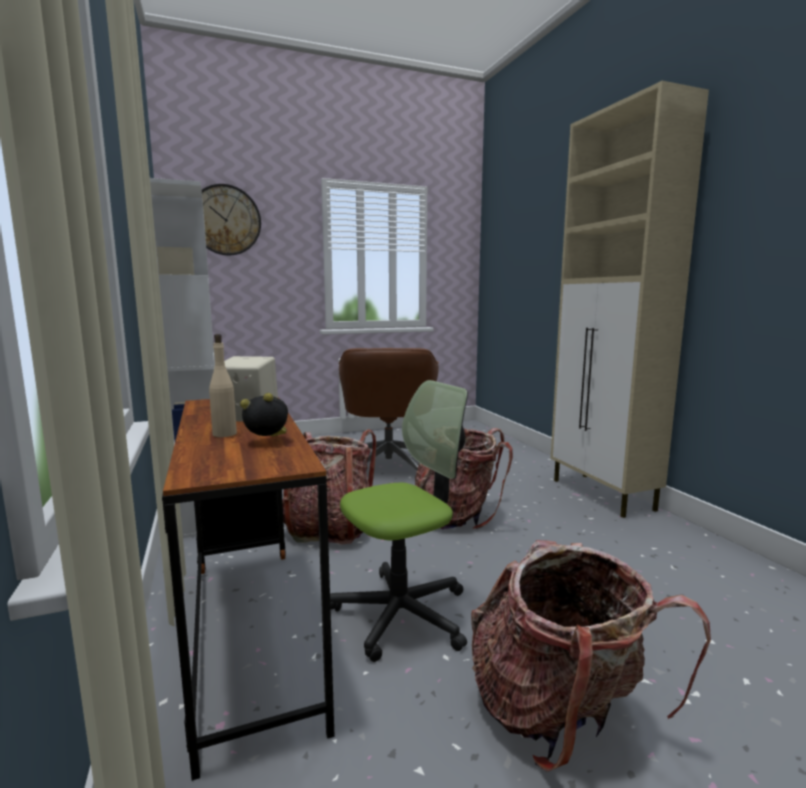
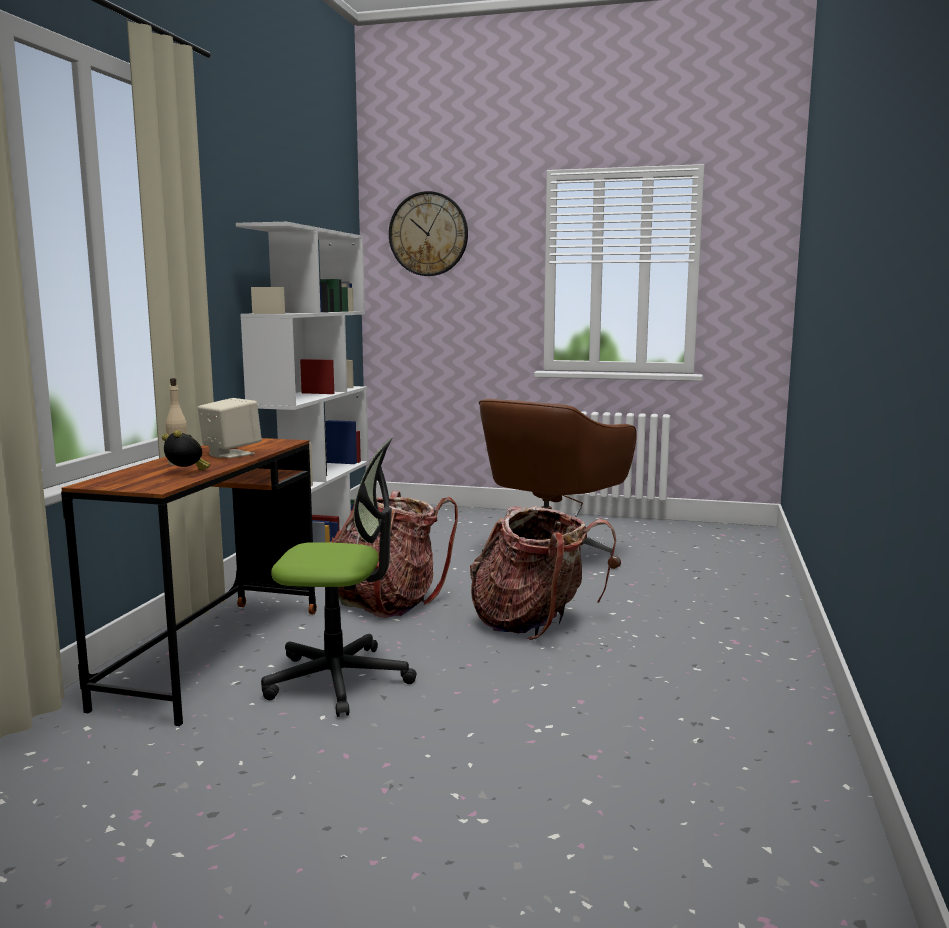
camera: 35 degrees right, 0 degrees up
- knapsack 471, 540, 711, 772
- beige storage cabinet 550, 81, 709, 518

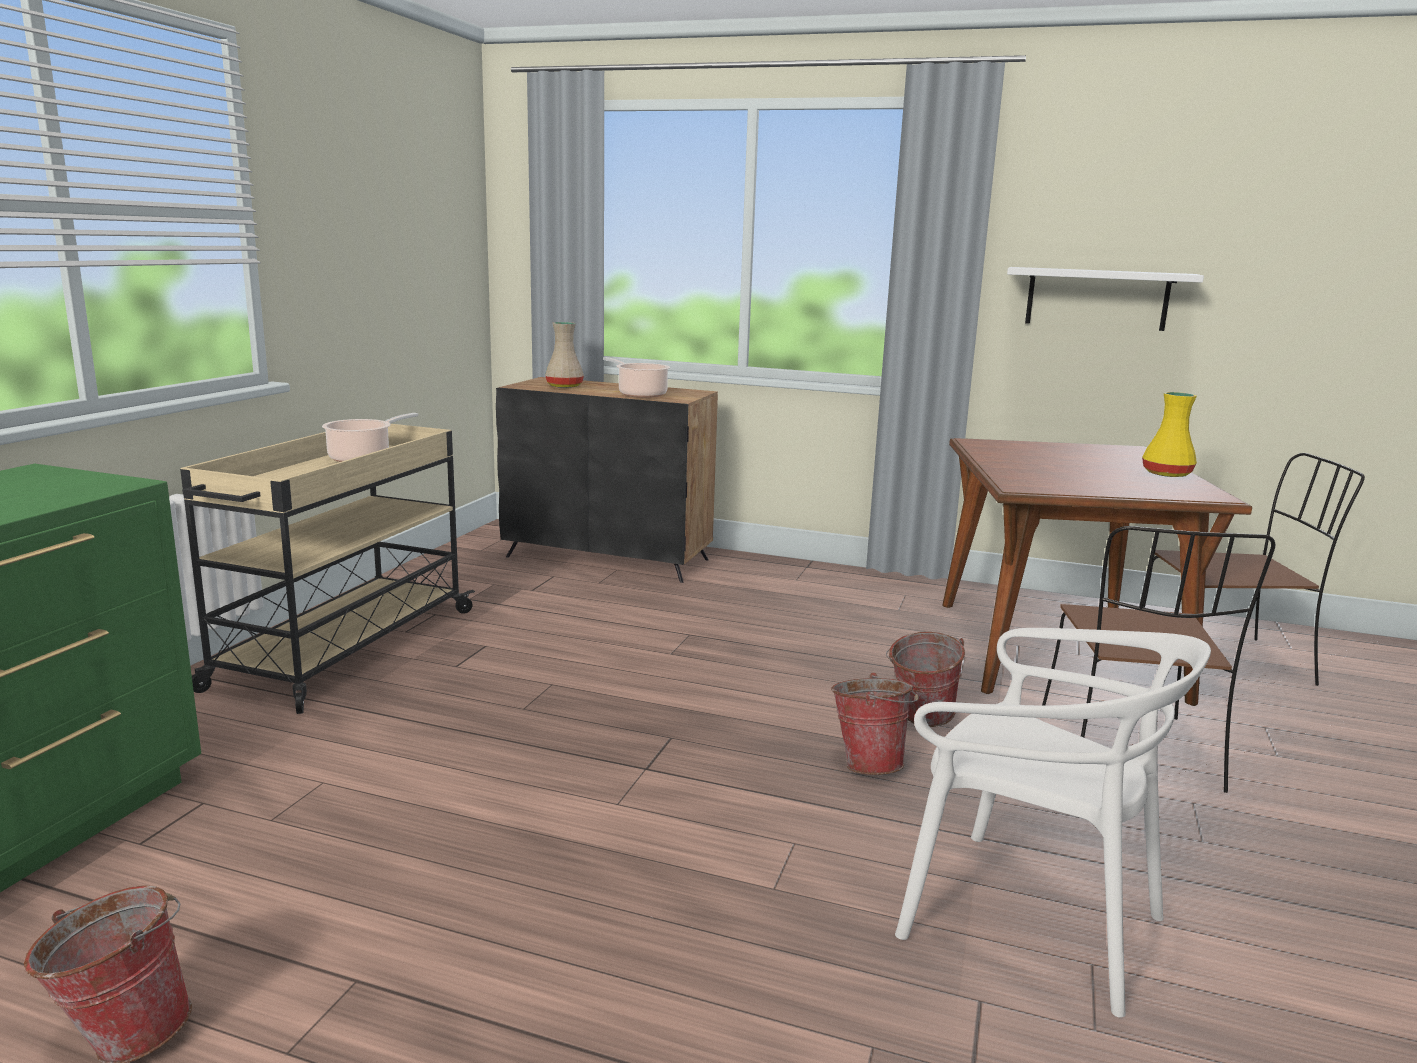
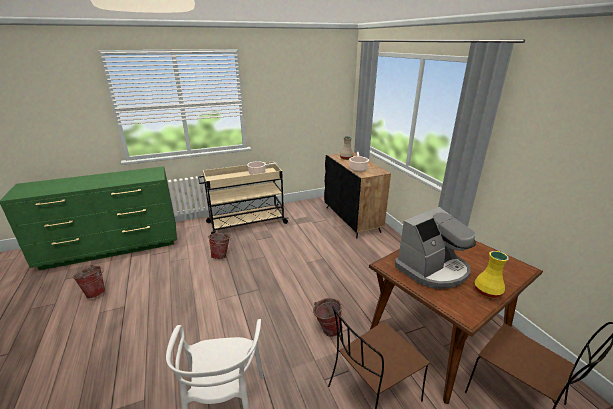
camera: 50 degrees right, 10 degrees up
- white-coloured wall shelf 1007, 267, 1204, 331
+ coffee maker 395, 207, 476, 289
~ bucket 831, 673, 919, 775 to 208, 233, 231, 259

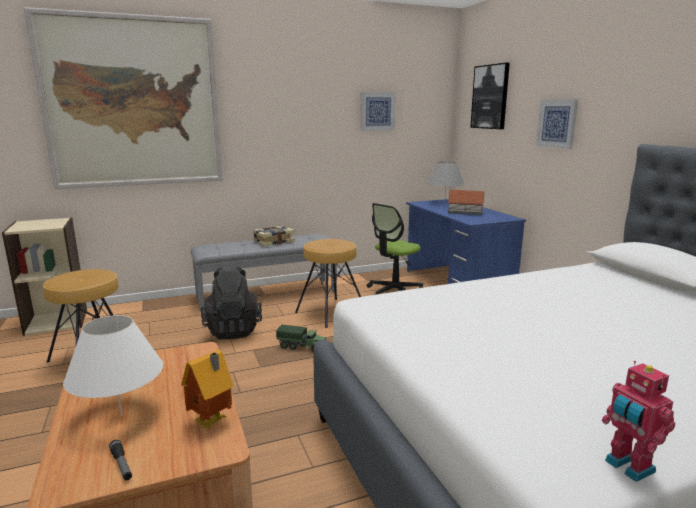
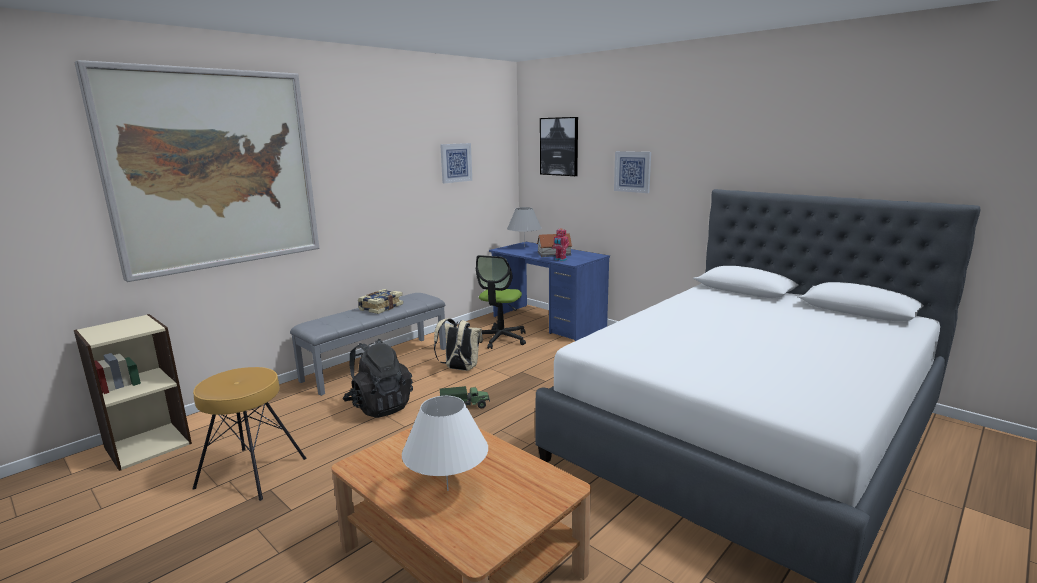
camera: 25 degrees left, 0 degrees up
- torch 109, 440, 132, 480
- miniature house 181, 350, 234, 430
~ toy robot 602, 361, 675, 482 to 552, 228, 569, 262
~ brownish stool 295, 239, 361, 328 to beige knapsack 434, 318, 483, 371

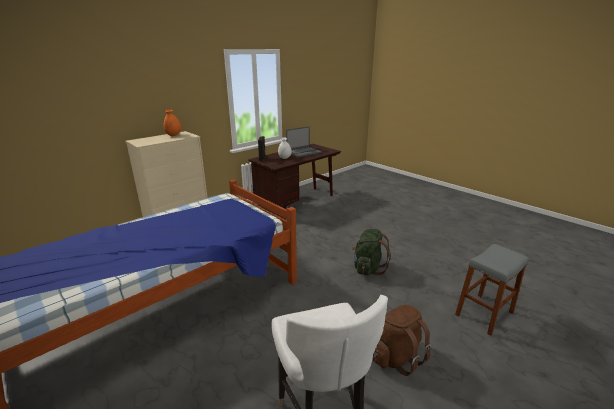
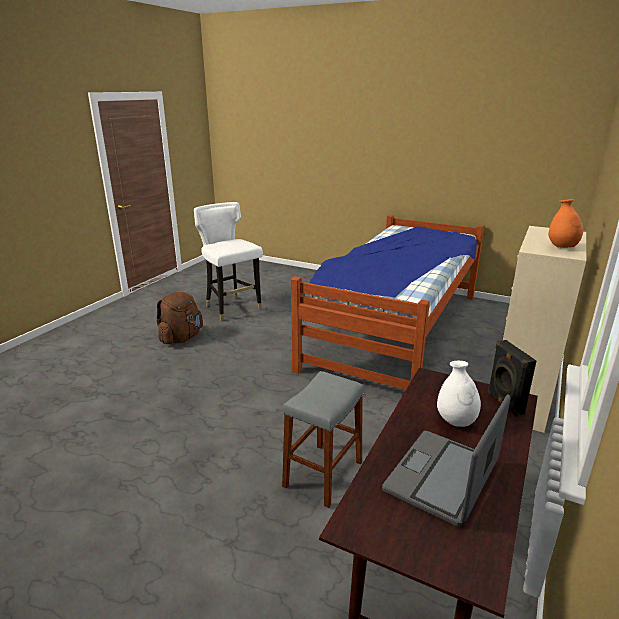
camera: 160 degrees right, 0 degrees up
- green-coloured knapsack 352, 229, 391, 276
~ gray stool 455, 244, 528, 336 to 282, 371, 364, 508

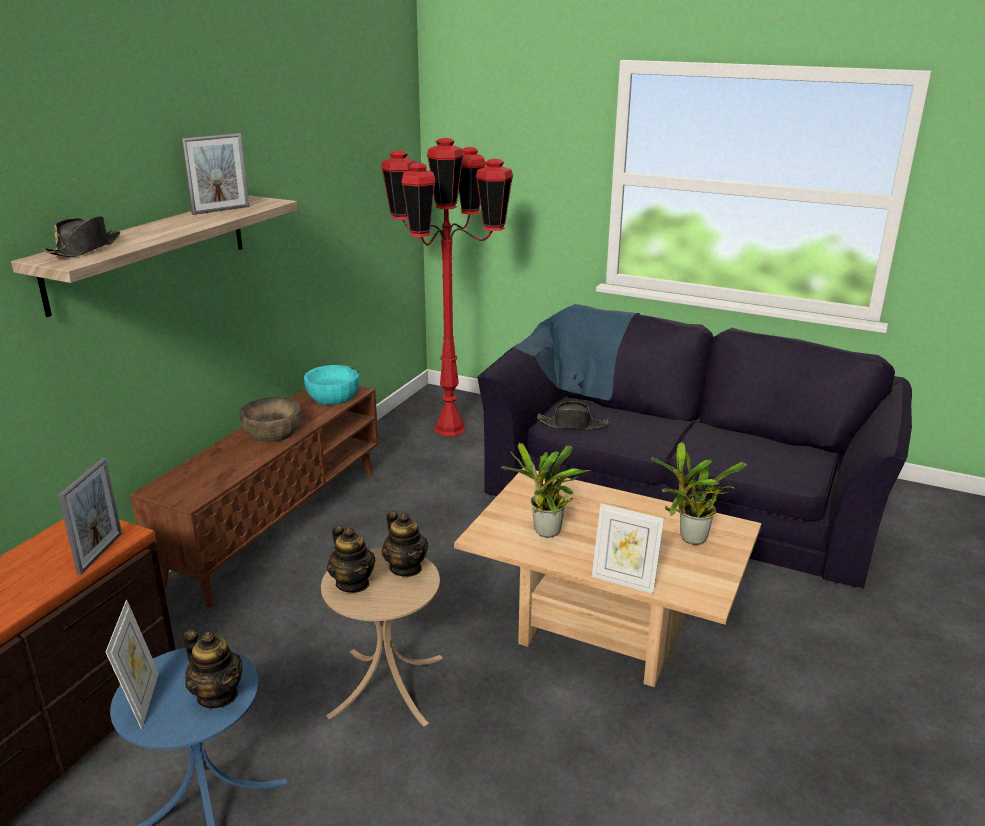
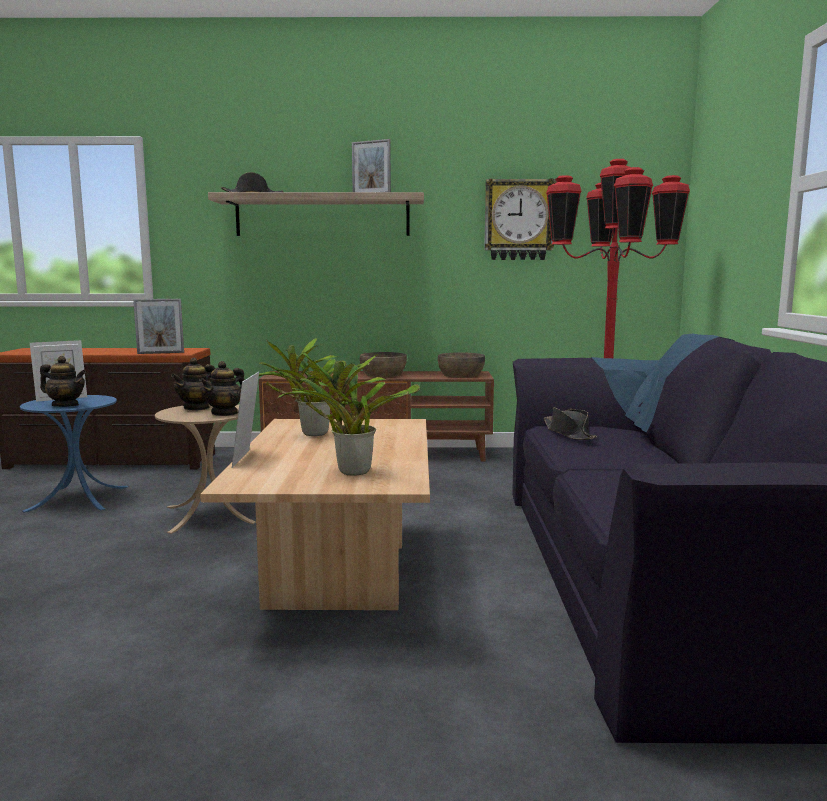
camera: 65 degrees right, 15 degrees down
+ clock on the wall 484, 178, 556, 260
~ turquoise-coloured deep dish 304, 365, 360, 405 to brownish deep dish 438, 352, 485, 378
~ tea pot 183, 630, 243, 708 = 40, 356, 86, 407 90 degrees counterclockwise

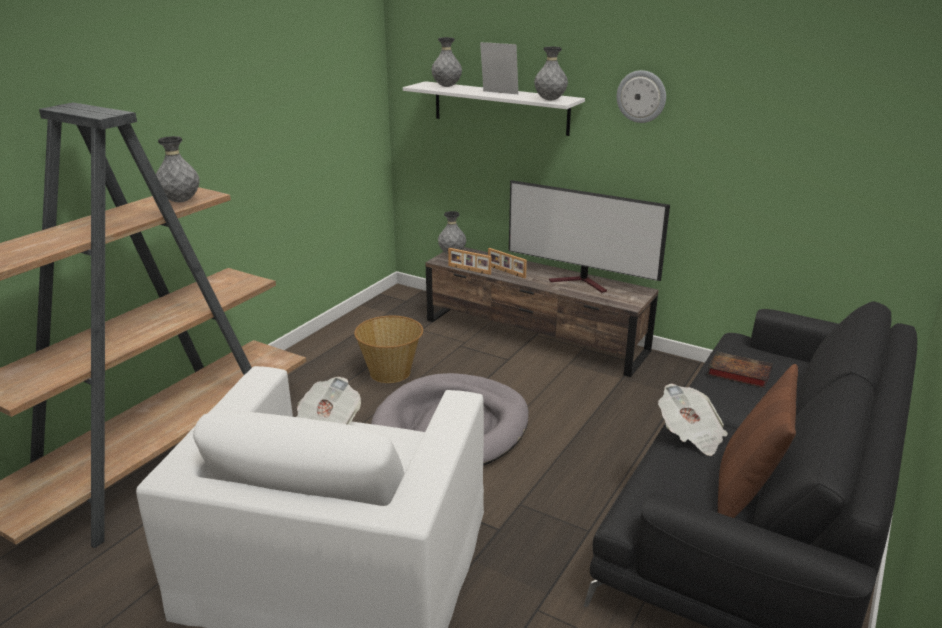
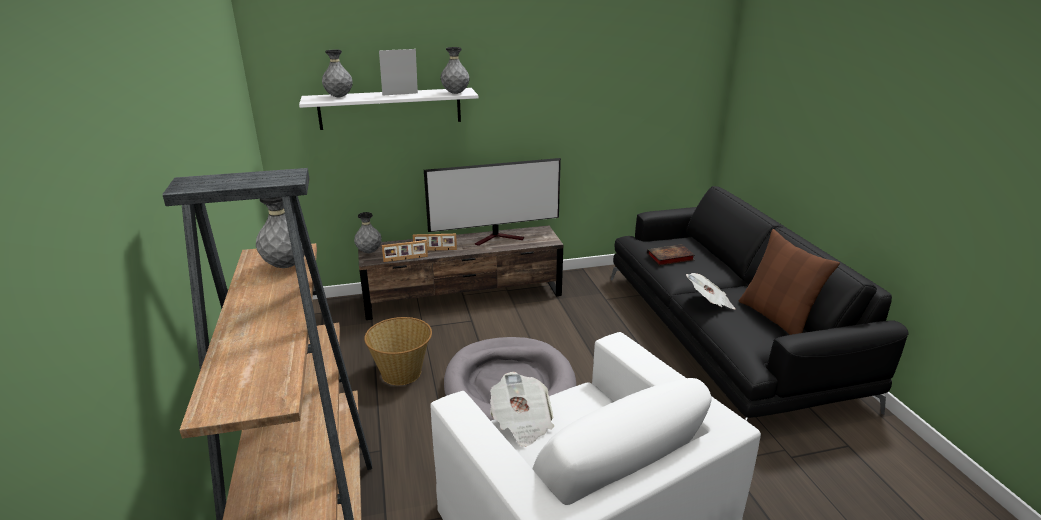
camera: 45 degrees left, 0 degrees up
- clock on the wall 617, 70, 666, 123

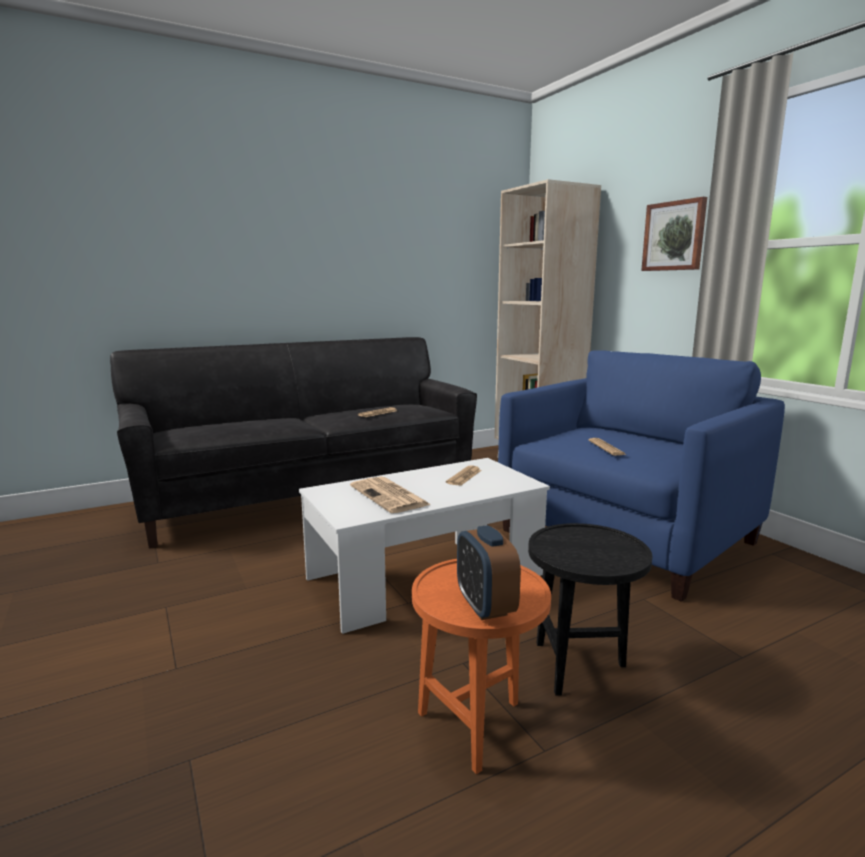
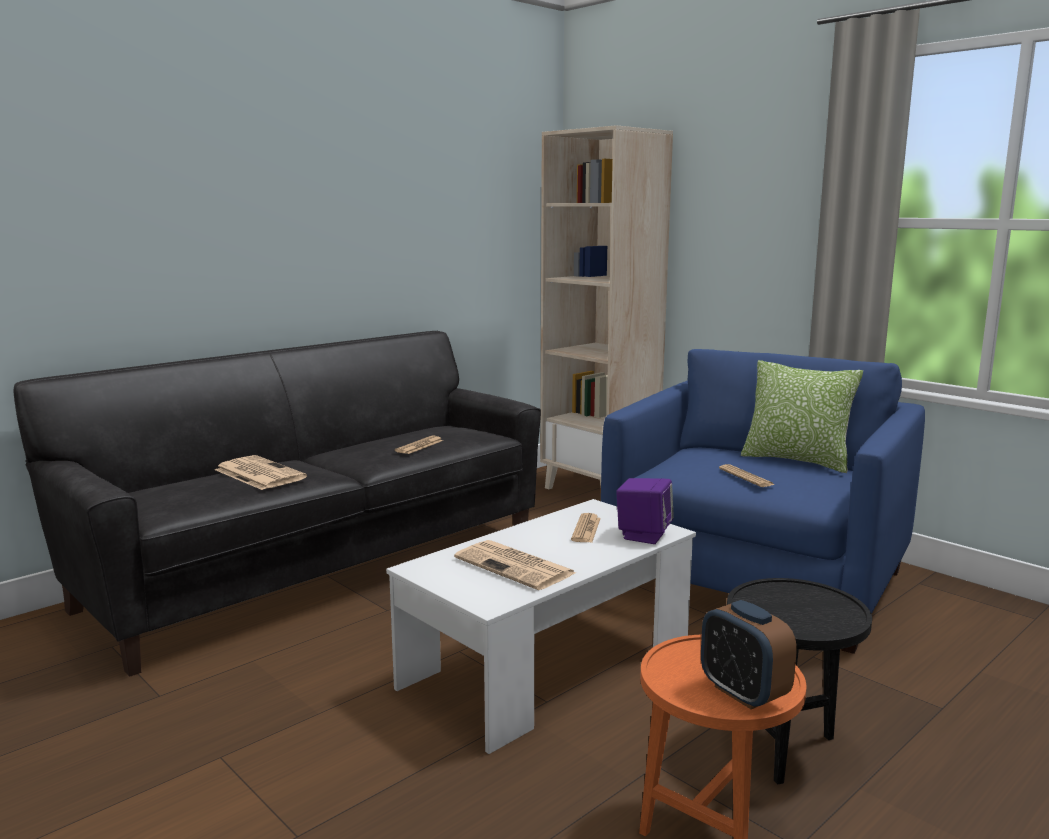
camera: 15 degrees left, 0 degrees up
- picture 641, 197, 707, 271
+ newspaper 215, 455, 307, 490
+ purple audio speaker 616, 478, 674, 544
+ throw pillow 741, 360, 863, 473

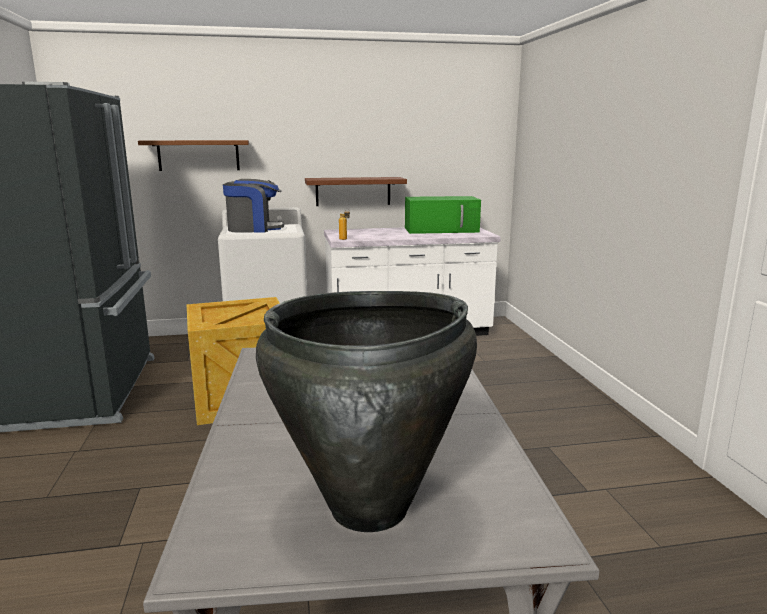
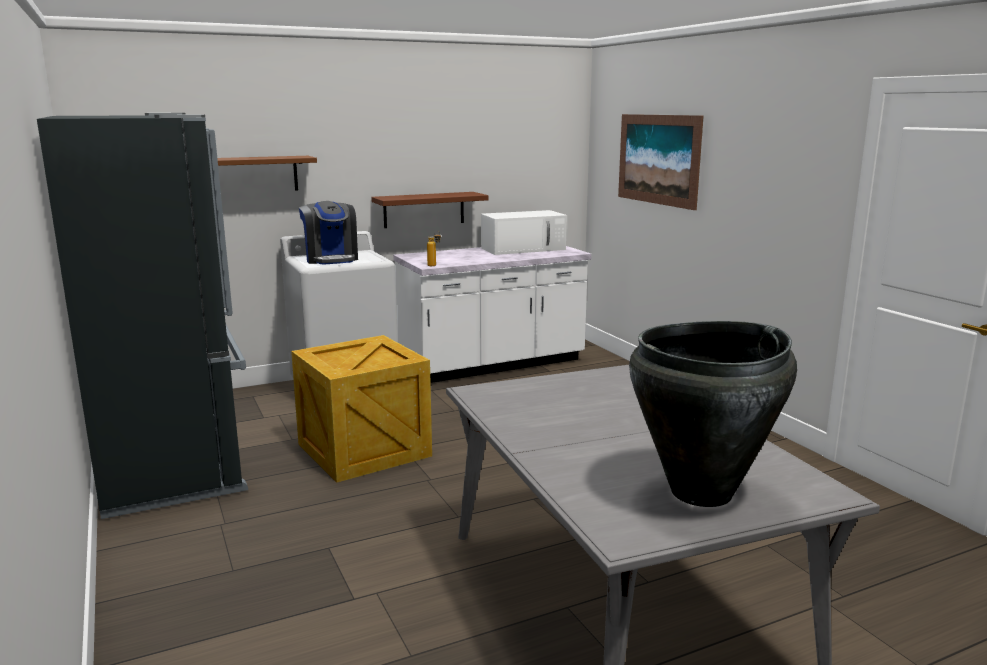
camera: 15 degrees left, 0 degrees up
+ picture 618, 114, 704, 210
~ green-coloured microwave 405, 196, 481, 234 to white-coloured microwave 481, 210, 567, 255
~ coffee maker 223, 179, 284, 233 = 299, 201, 358, 265 90 degrees clockwise

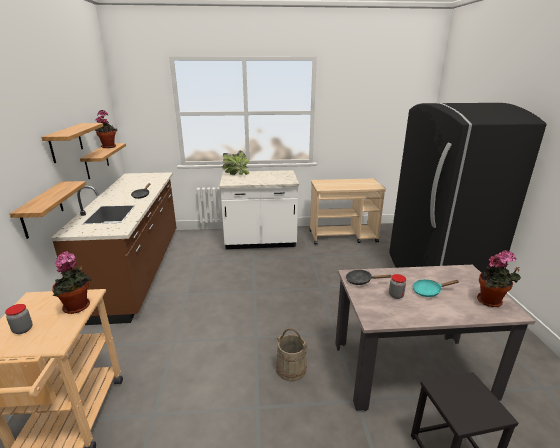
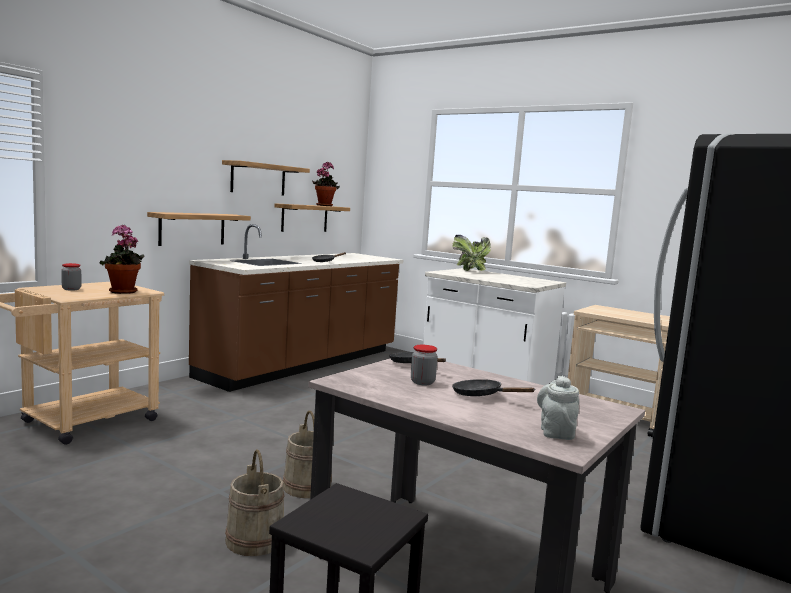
camera: 40 degrees right, 15 degrees down
+ beige bucket 225, 449, 284, 556
~ houseplant 477, 250, 521, 307 to gray tea pot 537, 375, 579, 440
~ turquoise-coloured skillet 412, 279, 459, 297 to black skillet 452, 379, 536, 396

